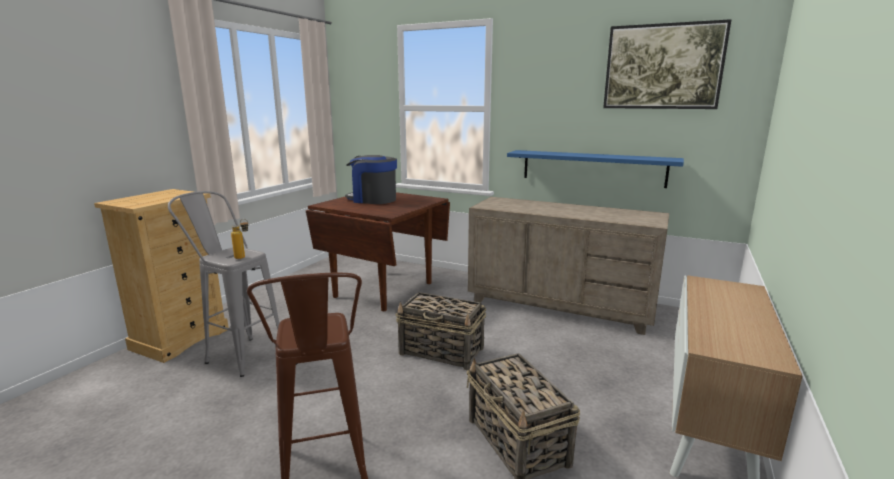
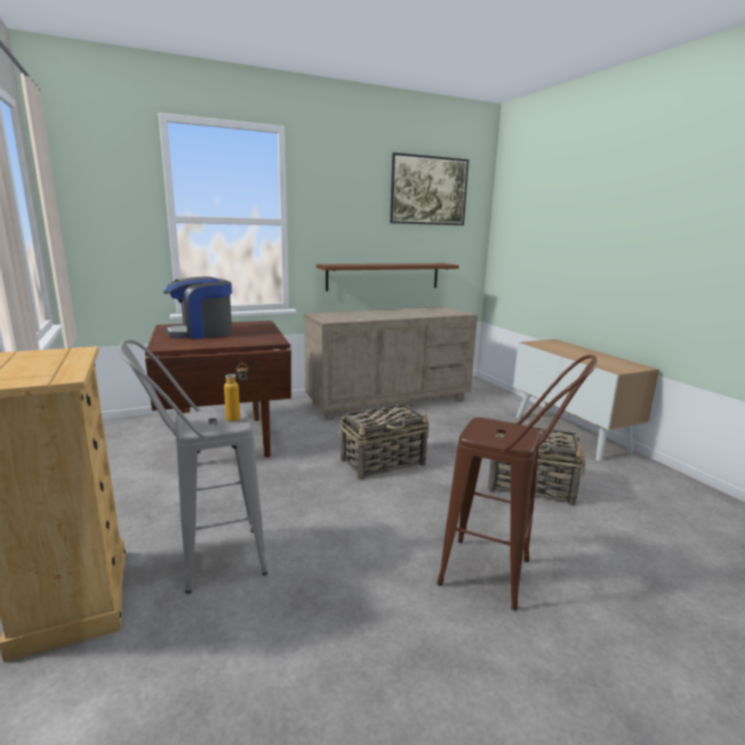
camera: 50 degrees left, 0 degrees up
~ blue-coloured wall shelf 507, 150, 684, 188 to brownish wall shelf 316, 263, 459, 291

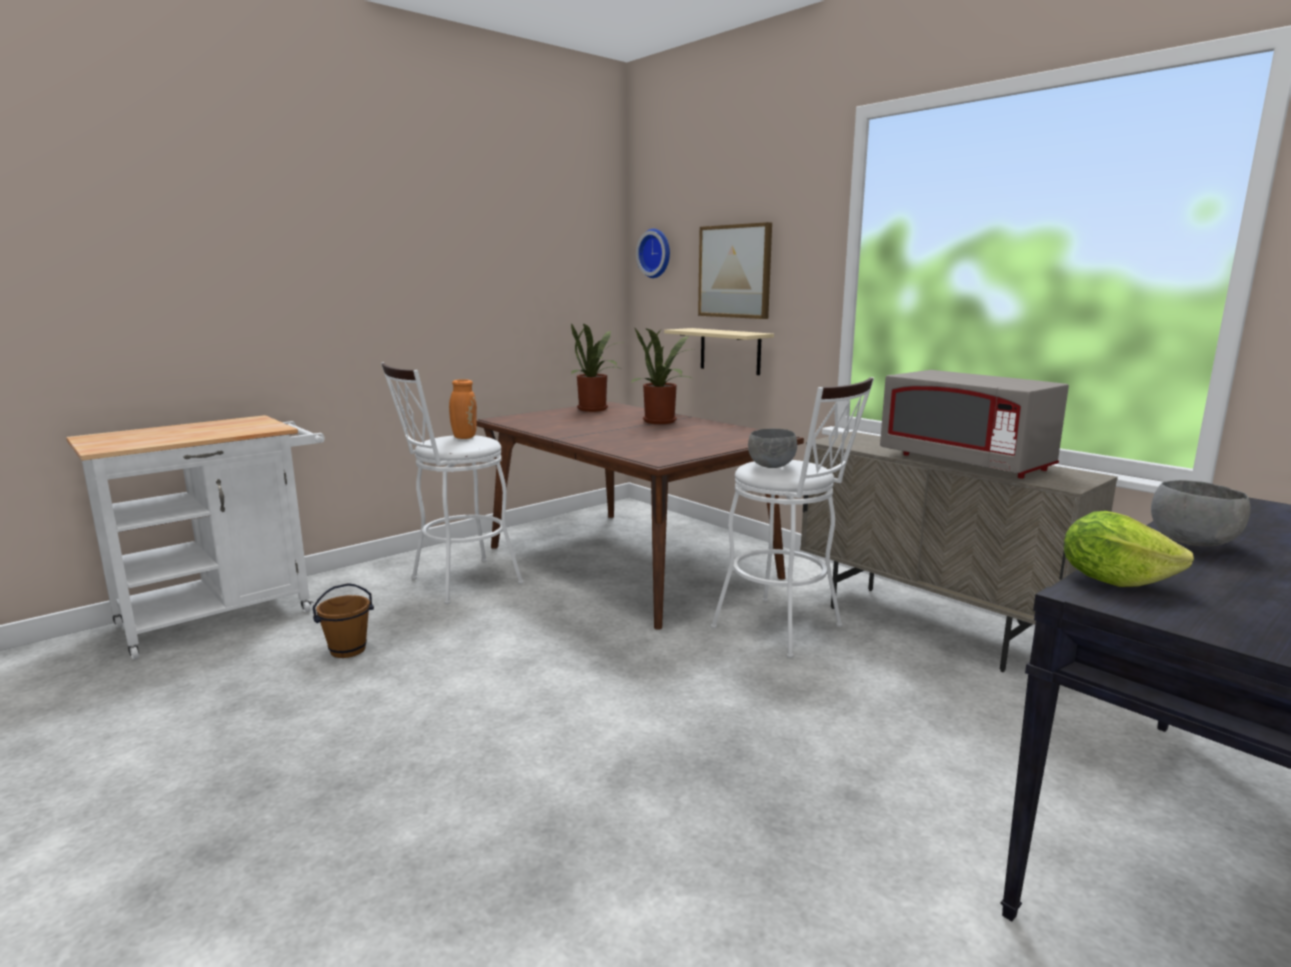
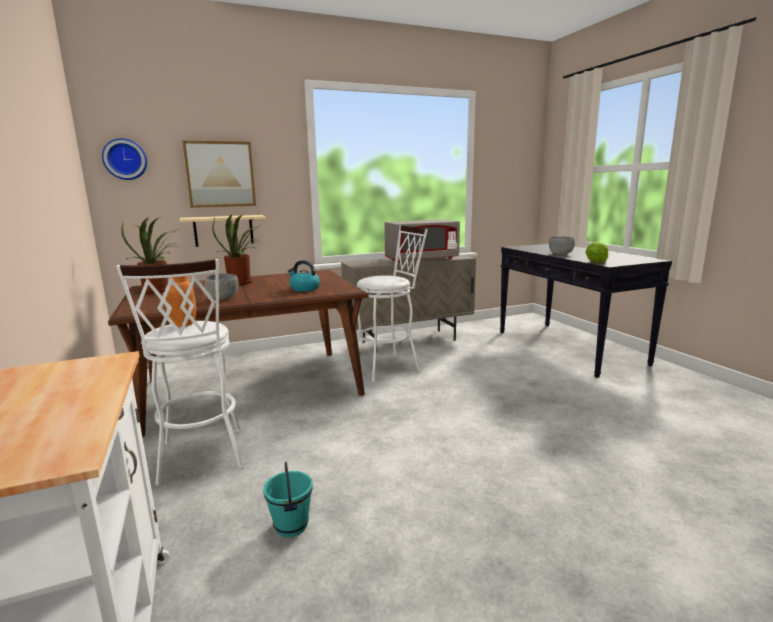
camera: 70 degrees left, 0 degrees up
+ tea kettle 288, 260, 320, 291
~ gray deep dish 748, 429, 797, 468 to 205, 273, 239, 299
~ brownish bucket 313, 583, 374, 658 to turquoise-coloured bucket 263, 462, 313, 537

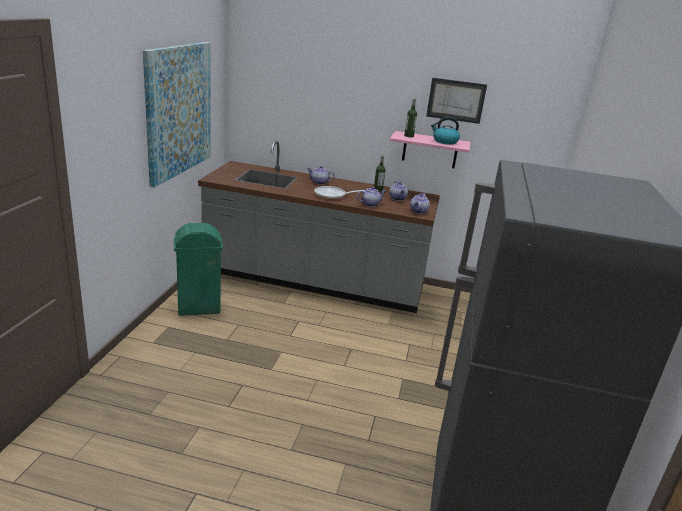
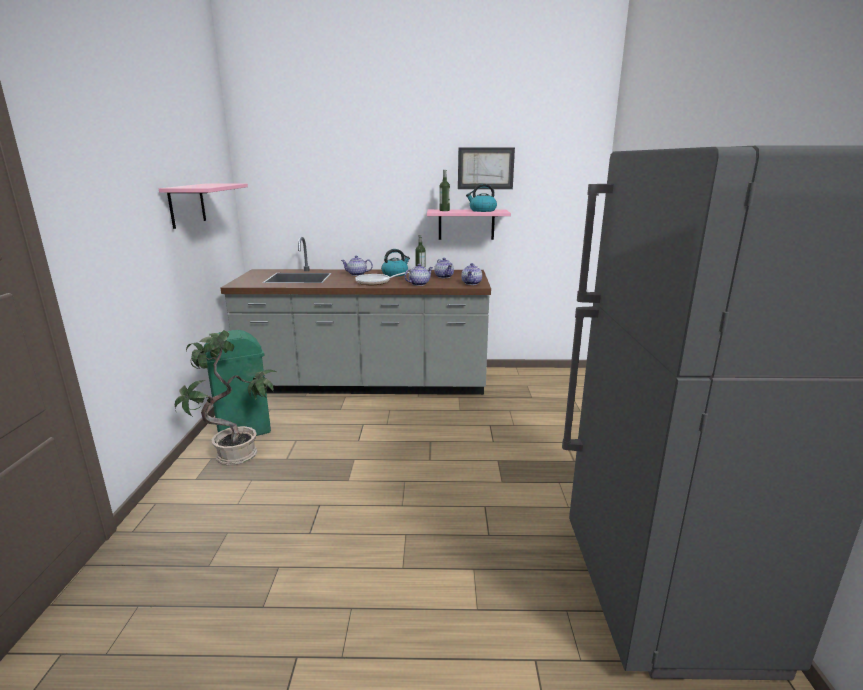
camera: 10 degrees left, 5 degrees down
+ houseplant 175, 330, 278, 465
+ tea kettle 381, 249, 410, 277
~ picture 143, 42, 211, 188 to pink-coloured wall shelf 159, 184, 248, 229

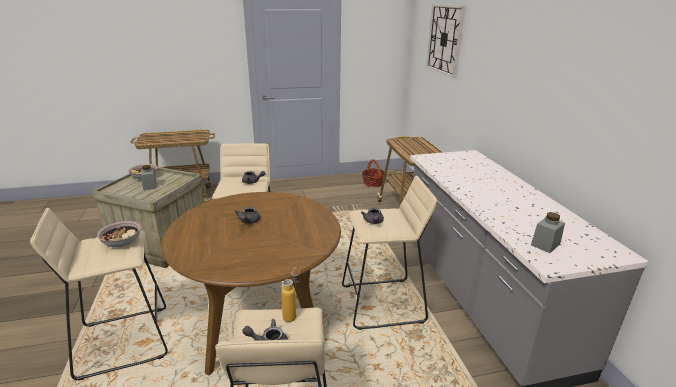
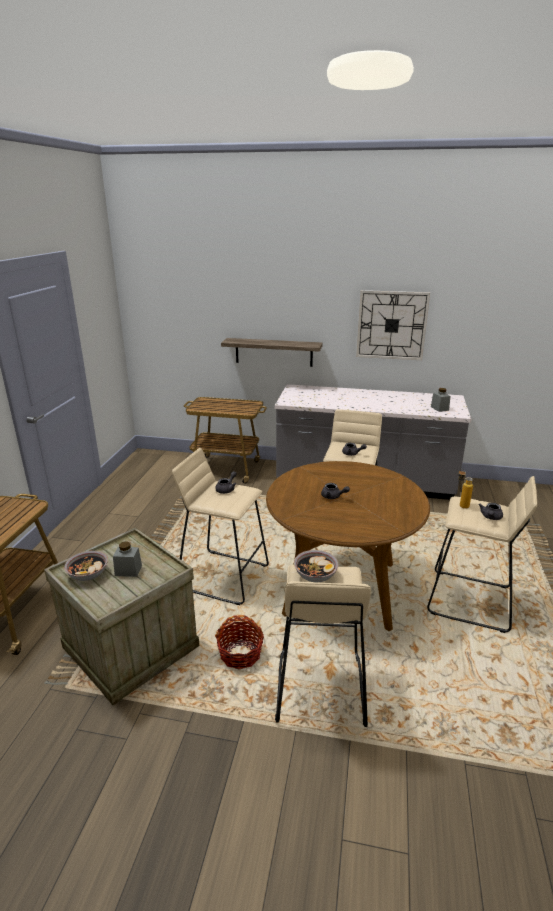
camera: 65 degrees left, 0 degrees up
+ wall shelf 221, 338, 323, 367
~ storage basket 362, 159, 384, 187 to 215, 615, 264, 670
~ clock on the wall 426, 4, 466, 78 to 356, 290, 430, 360

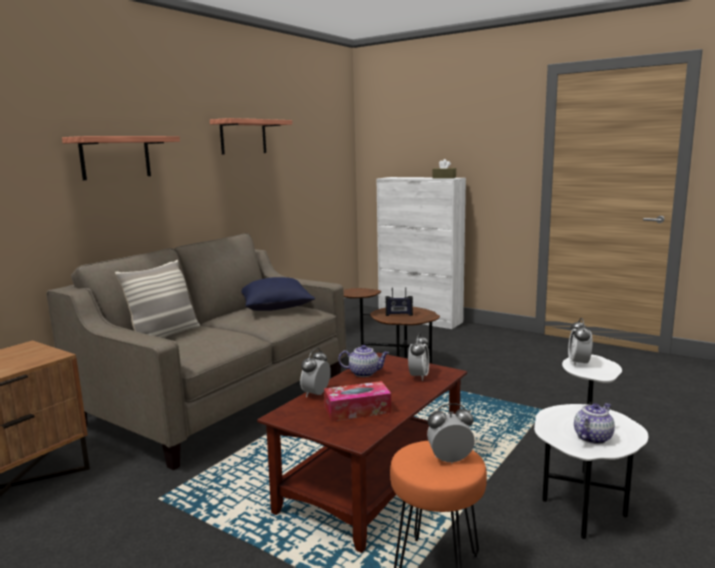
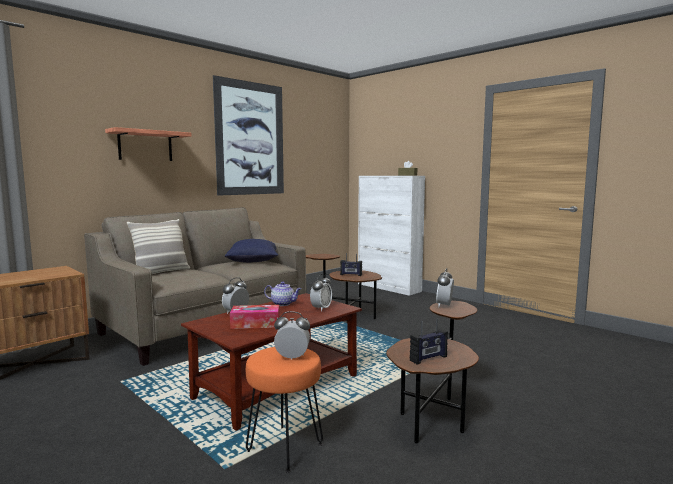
camera: 10 degrees right, 5 degrees down
~ wall shelf 210, 118, 292, 155 to picture 213, 75, 284, 196
~ tea pot 574, 403, 615, 444 to radio 410, 318, 448, 364
~ white-coloured accent table 534, 354, 648, 539 to brownish accent table 386, 301, 479, 444

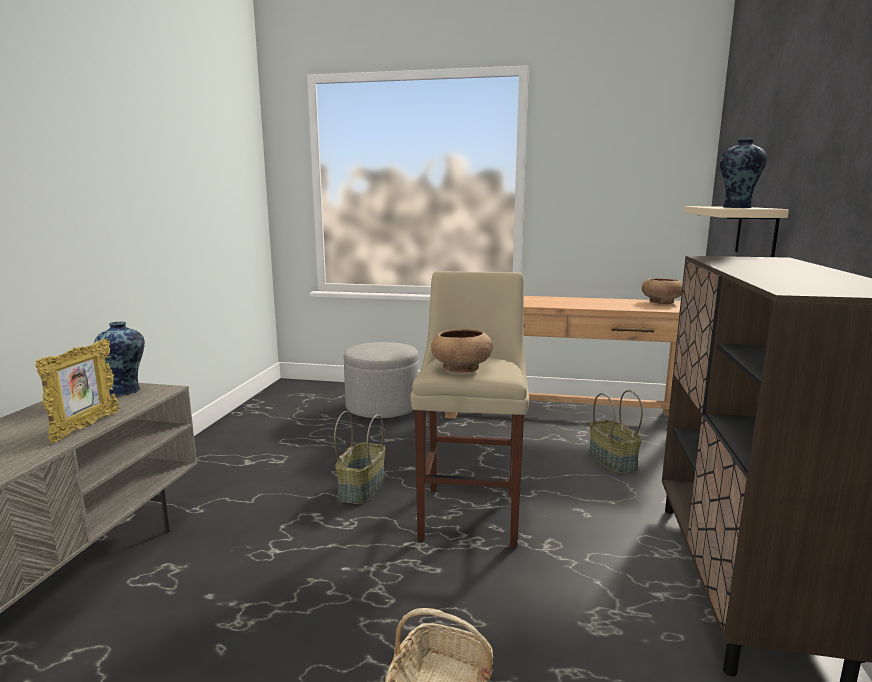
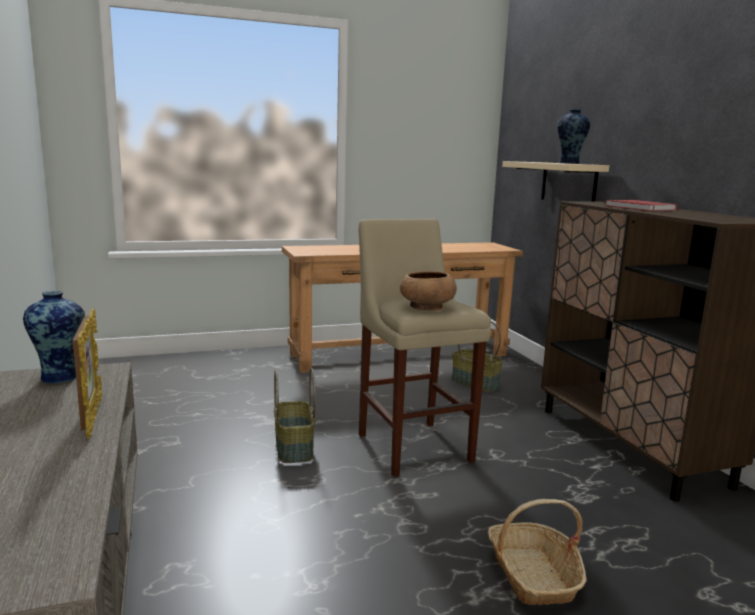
camera: 30 degrees left, 0 degrees up
- gray footrest 344, 342, 418, 418
- brownish deep dish 642, 278, 683, 304
+ reddish book 605, 200, 677, 211

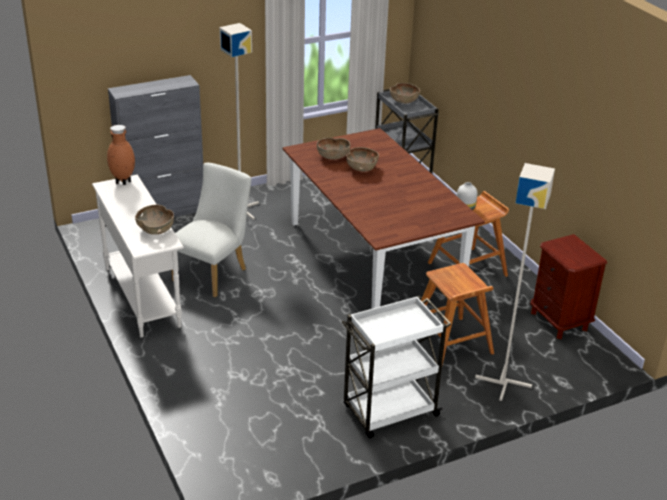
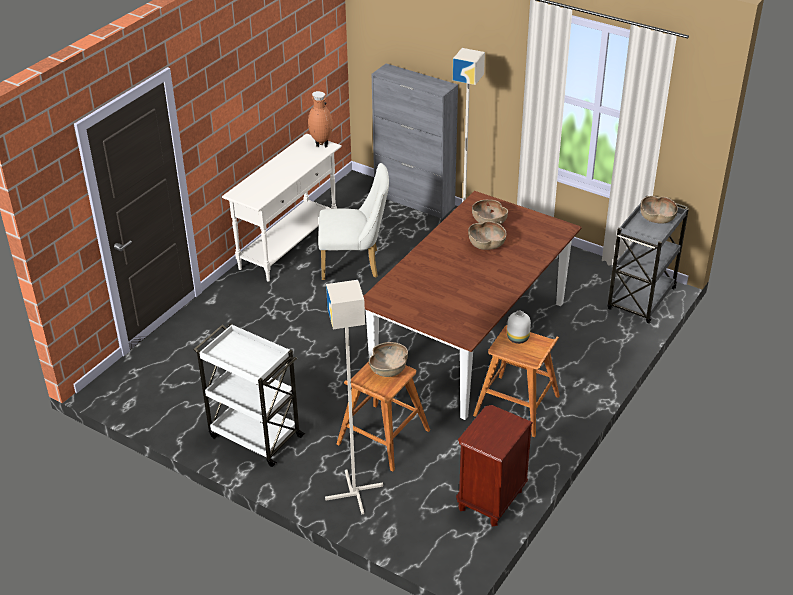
camera: 60 degrees right, 5 degrees up
~ brownish deep dish 135, 205, 174, 235 to 369, 342, 408, 377

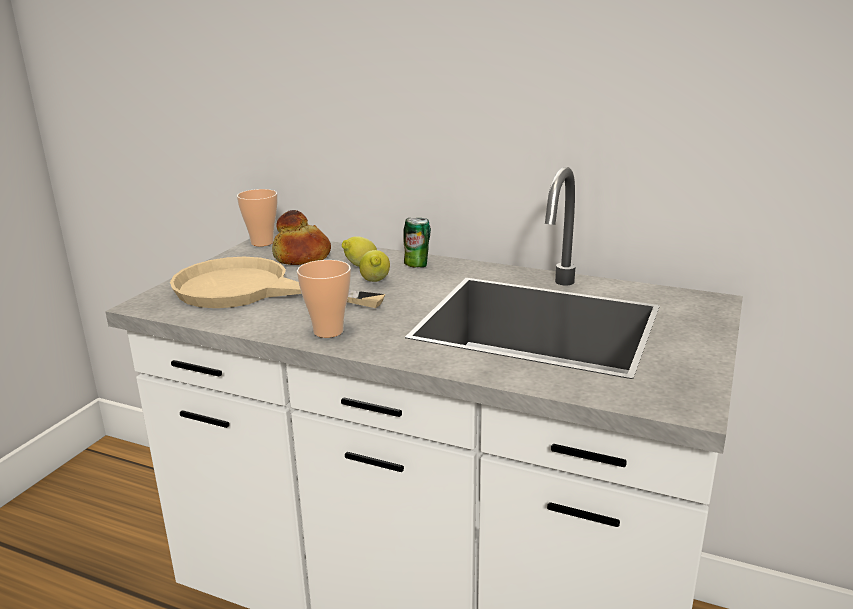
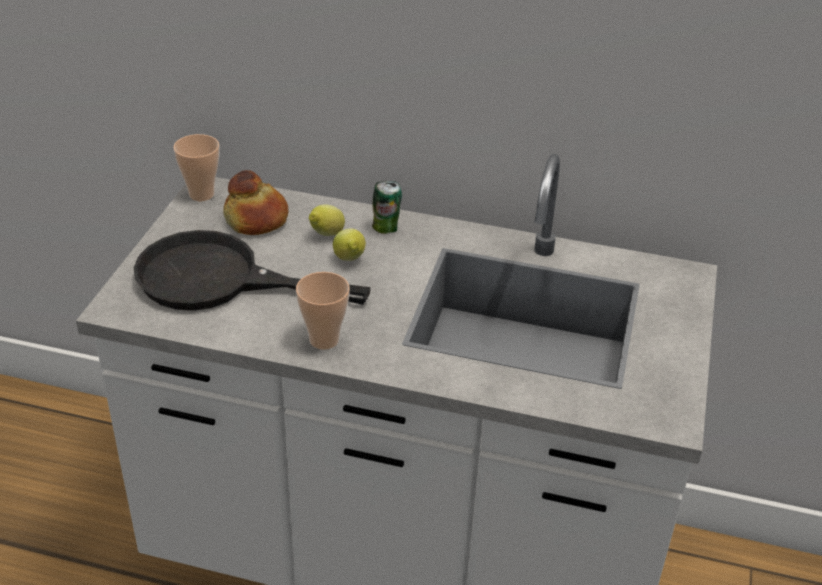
camera: 10 degrees left, 15 degrees up
~ beige skillet 170, 257, 385, 308 to black skillet 134, 230, 371, 311

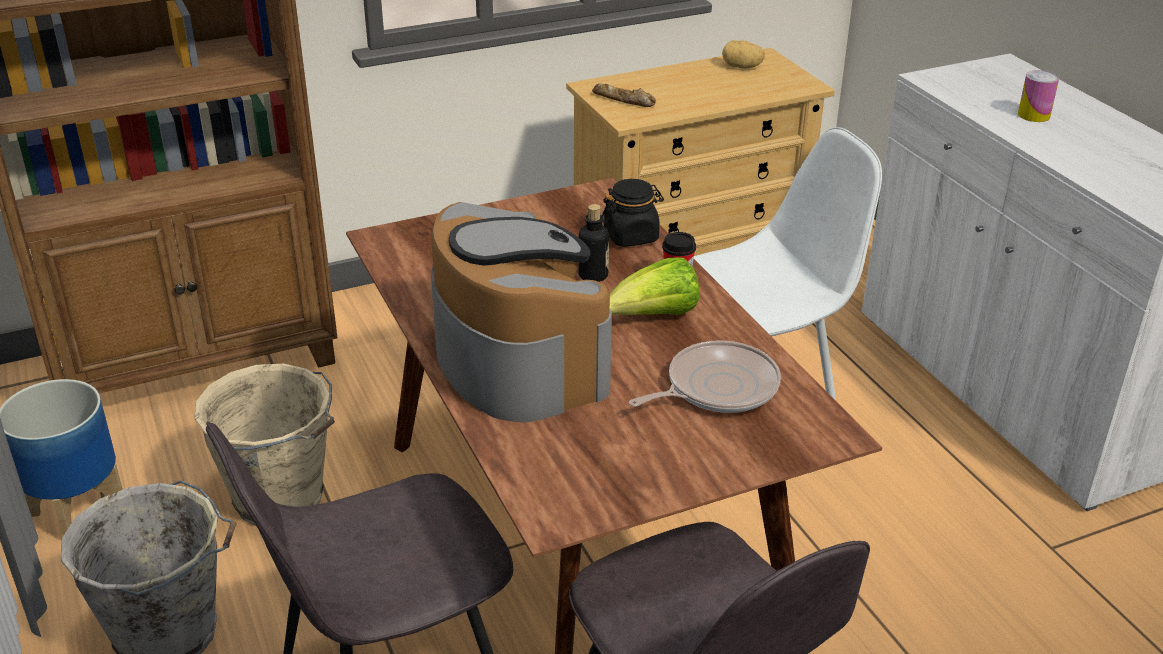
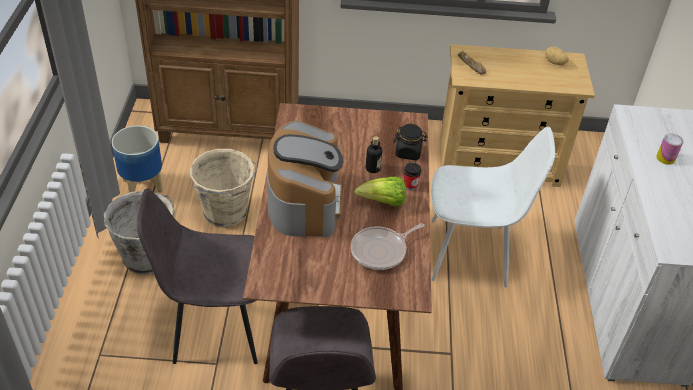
camera: 25 degrees right, 10 degrees up
~ skillet 629, 340, 781, 413 = 351, 223, 424, 270 150 degrees clockwise

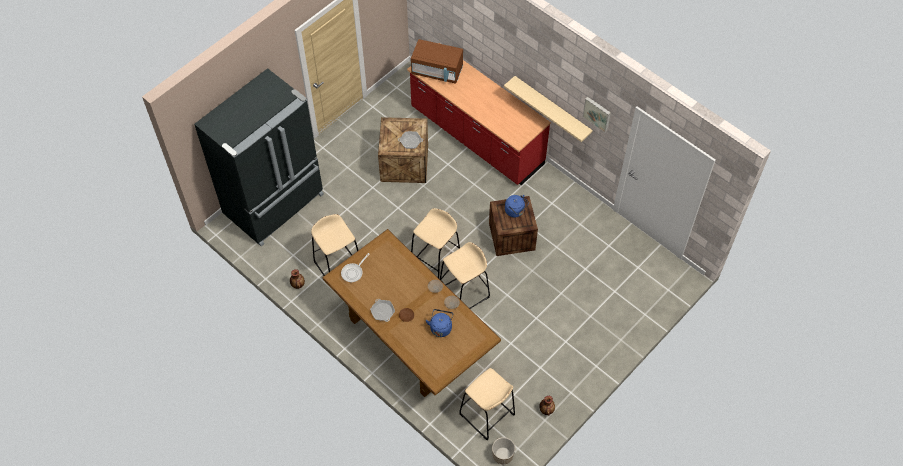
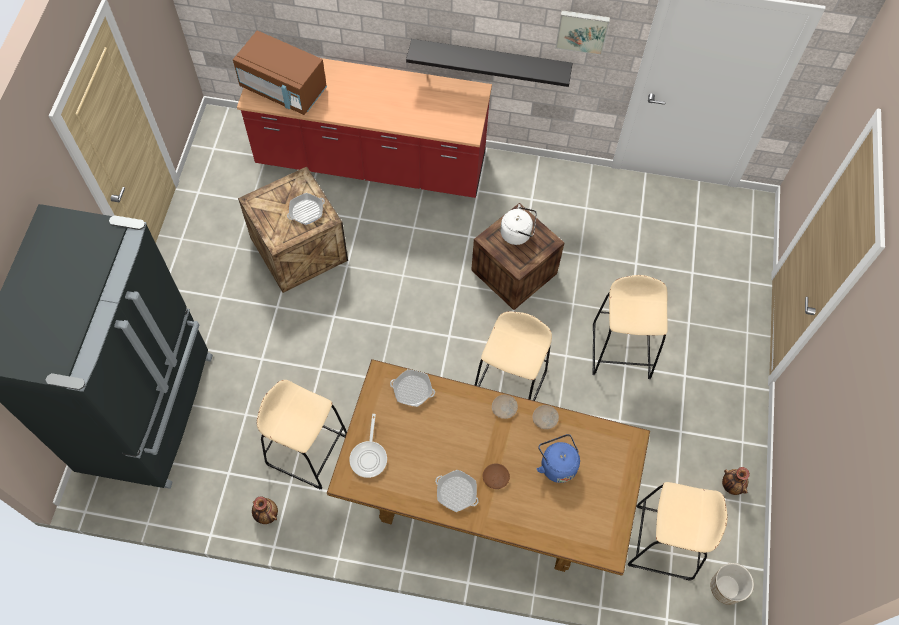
camera: 35 degrees left, 5 degrees up
+ skillet 390, 369, 435, 407
~ beige stool 411, 208, 460, 280 to 593, 275, 668, 379
~ beige wall shelf 504, 76, 593, 142 to black wall shelf 406, 39, 573, 87
~ blue-coloured tea kettle 505, 195, 529, 217 to white-coloured tea kettle 500, 204, 537, 245
~ brownish microwave 411, 39, 463, 84 = 233, 30, 327, 115 45 degrees clockwise

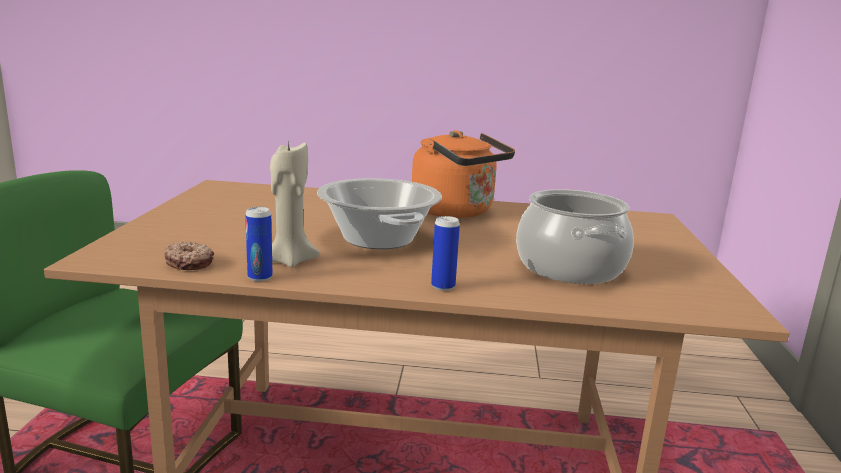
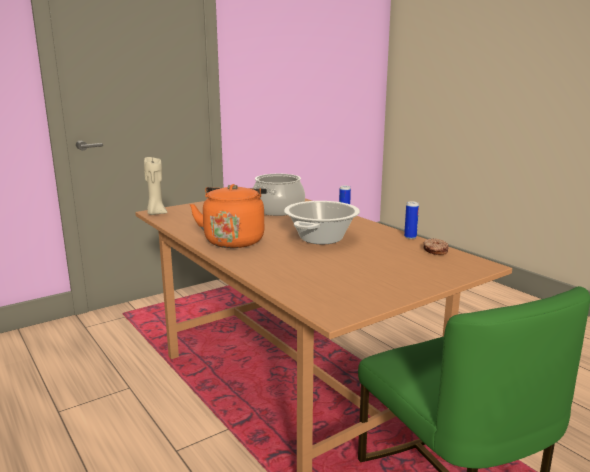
camera: 130 degrees left, 0 degrees up
~ beige candle 270, 140, 320, 268 to 144, 157, 167, 215

